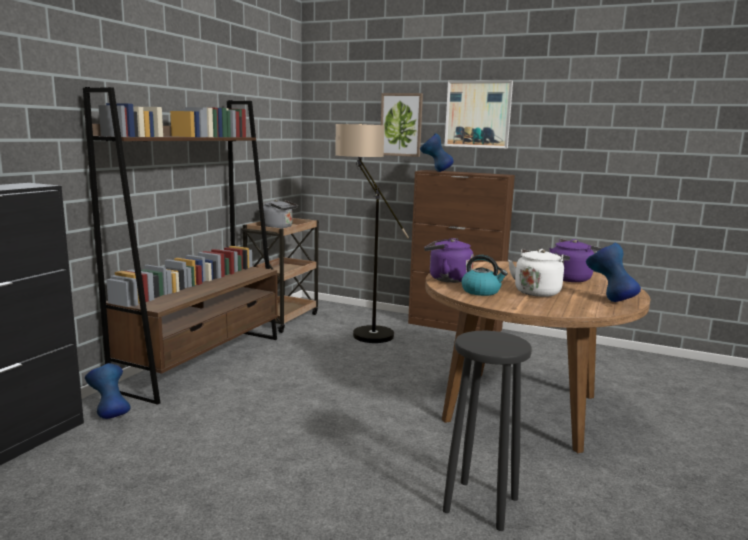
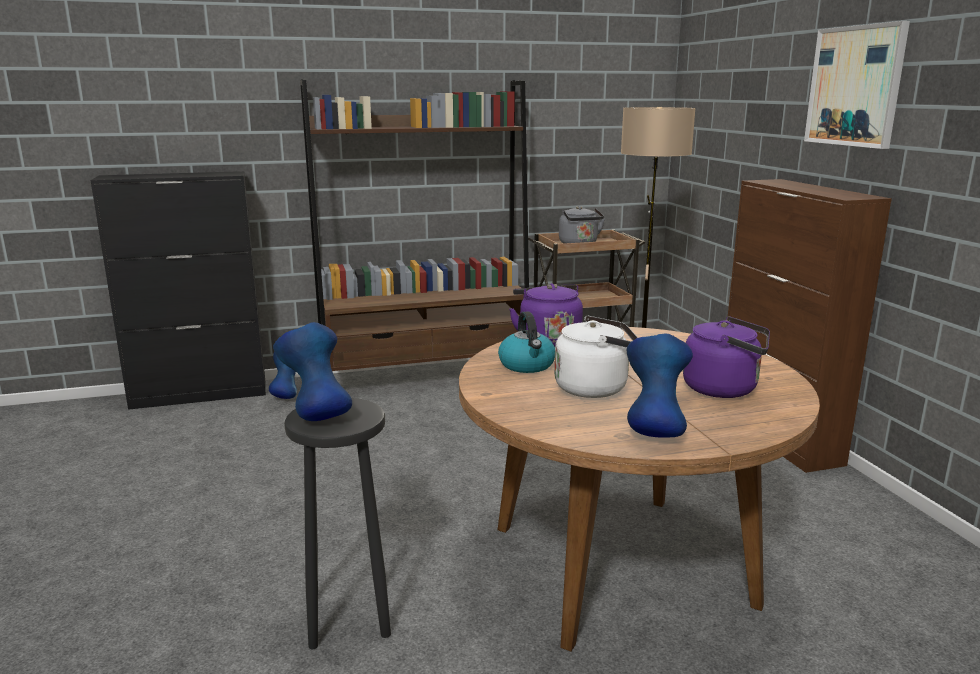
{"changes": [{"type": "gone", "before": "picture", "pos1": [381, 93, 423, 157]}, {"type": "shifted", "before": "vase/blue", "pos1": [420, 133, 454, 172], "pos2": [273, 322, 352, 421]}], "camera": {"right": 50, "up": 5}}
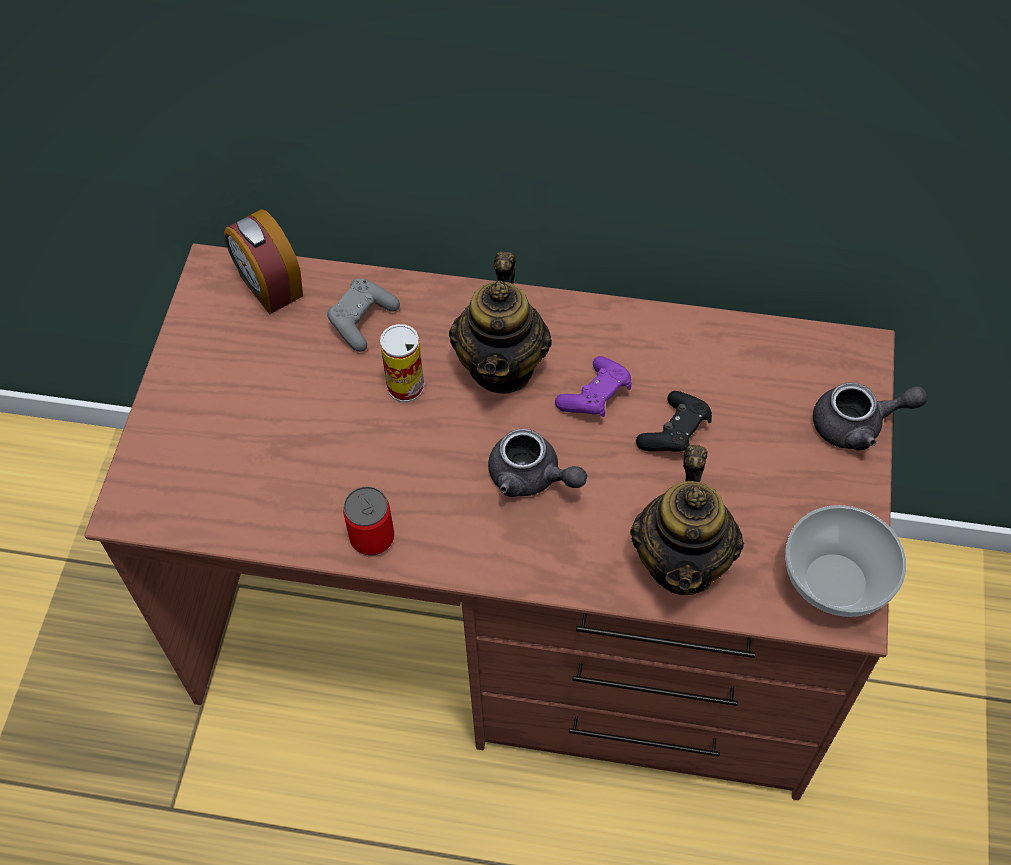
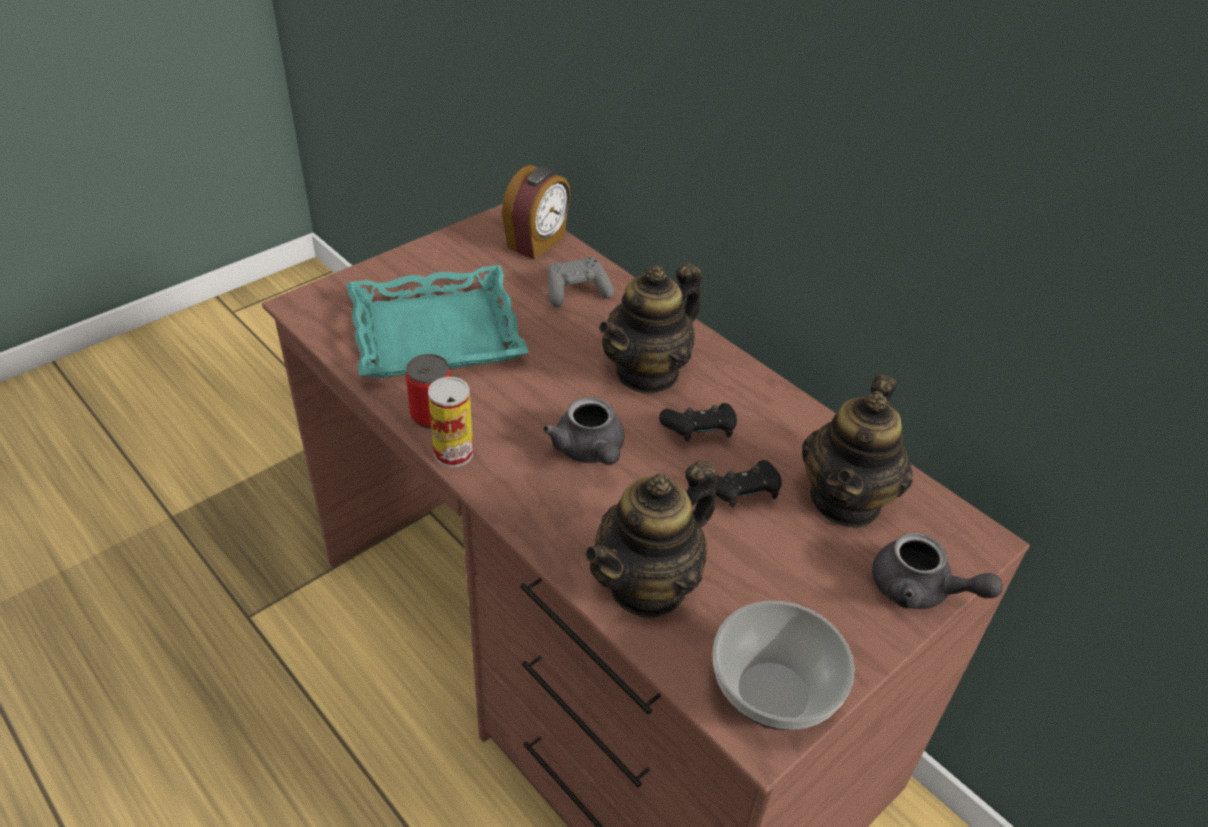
{"changes": [{"type": "new", "after": "tray/turquoise", "pos2": [347, 265, 529, 378]}, {"type": "new", "after": "teapot", "pos2": [802, 375, 913, 528]}, {"type": "shifted", "before": "can", "pos1": [380, 324, 424, 402], "pos2": [428, 377, 473, 467]}, {"type": "repainted", "before": "game controller/purple", "after": "game controller/black", "pos1": [555, 356, 631, 417], "pos2": [659, 403, 737, 442]}, {"type": "rotated", "before": "alarm clock", "pos1": [224, 209, 303, 314], "pos2": [502, 165, 571, 260], "turn": -150}], "camera": {"right": 35, "up": -15}}
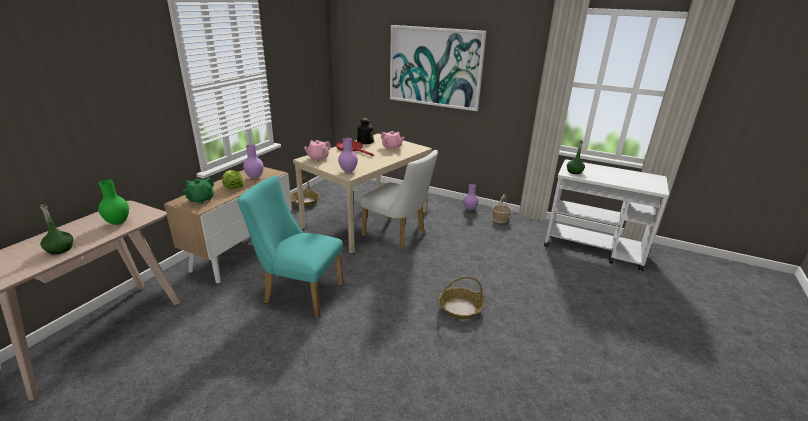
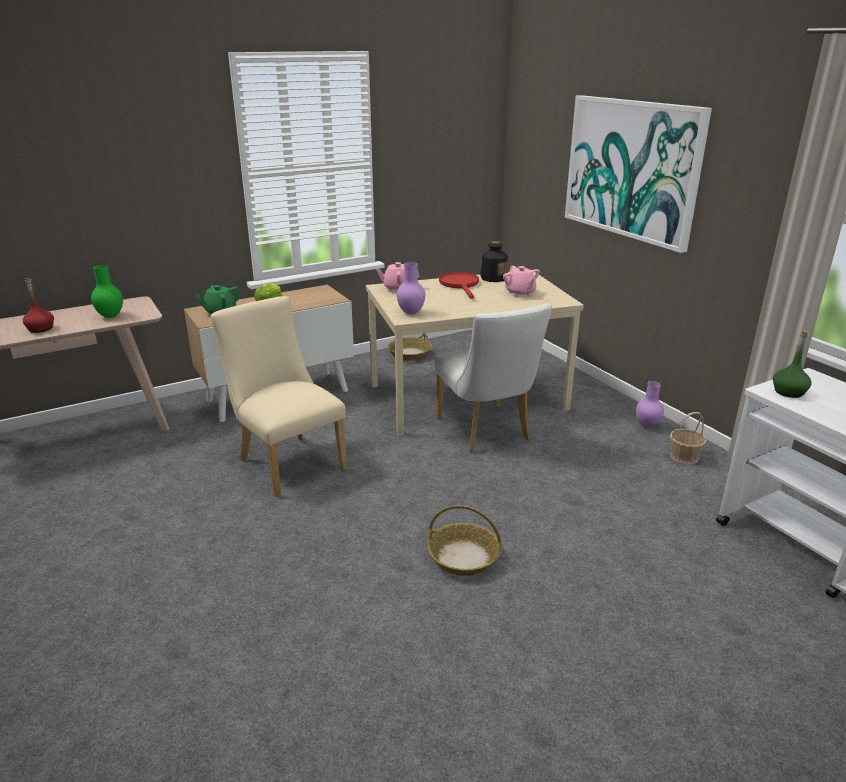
{"changes": [{"type": "gone", "before": "vase/purple", "pos1": [243, 144, 264, 179]}, {"type": "repainted", "before": "bottle/green", "after": "bottle/red", "pos1": [40, 205, 73, 254], "pos2": [23, 278, 54, 333]}, {"type": "repainted", "before": "chair/turquoise", "after": "chair/beige", "pos1": [238, 176, 343, 318], "pos2": [211, 296, 347, 497]}], "camera": {"right": 35, "up": 0}}
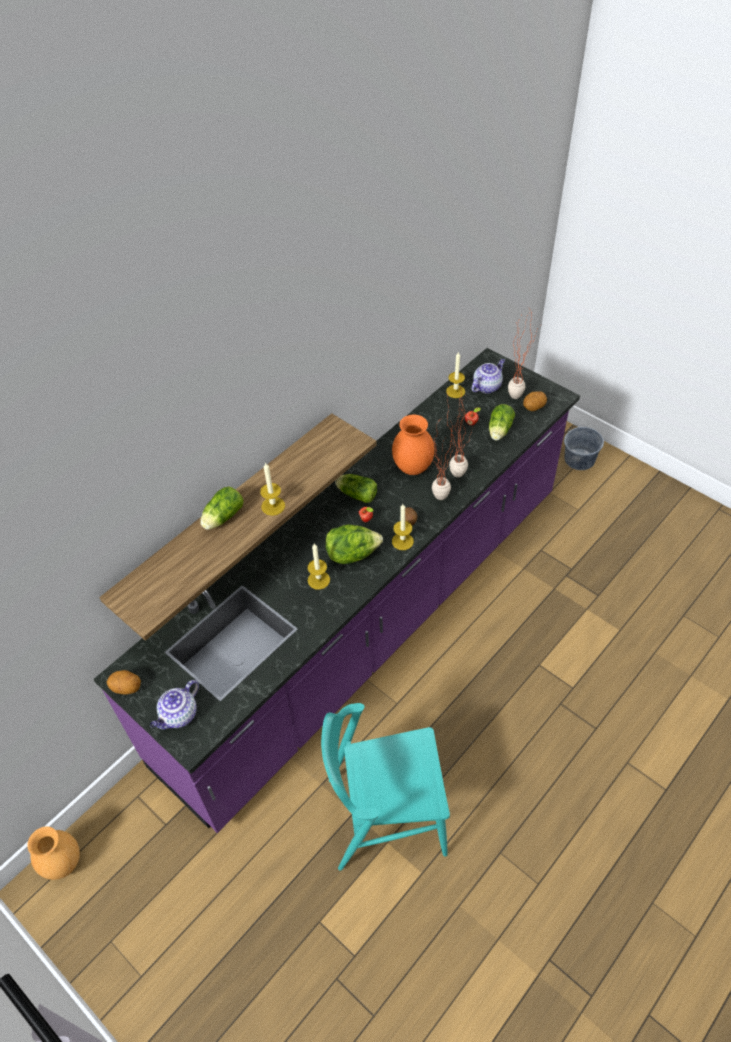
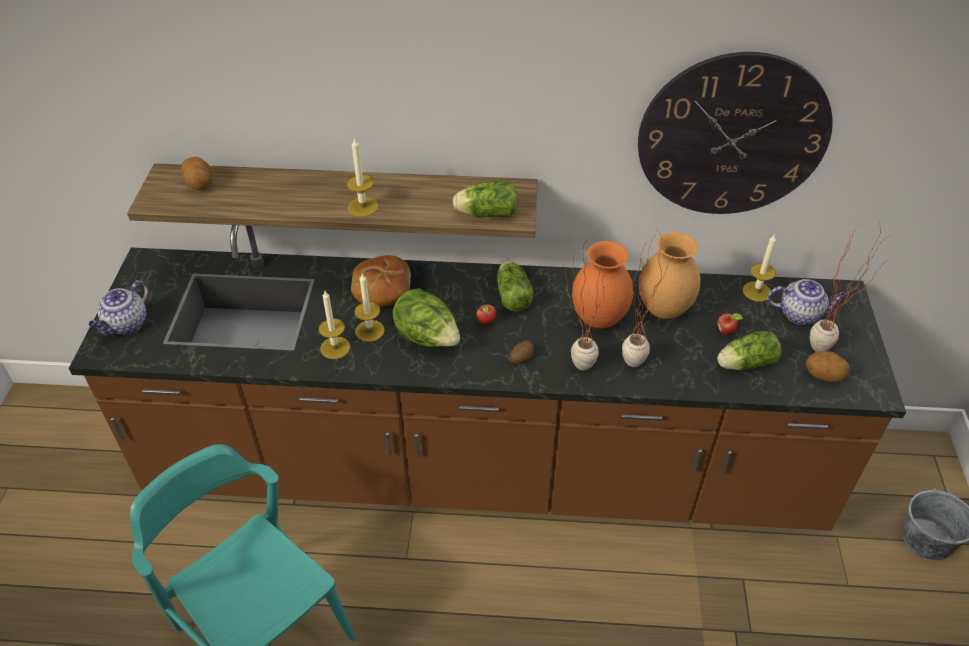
{"changes": [{"type": "new", "after": "bread", "pos2": [351, 255, 411, 308]}, {"type": "new", "after": "wall clock", "pos2": [638, 52, 833, 214]}, {"type": "shifted", "before": "vase/brown", "pos1": [27, 826, 80, 880], "pos2": [639, 232, 700, 319]}, {"type": "shifted", "before": "potato", "pos1": [107, 670, 141, 695], "pos2": [181, 157, 212, 190]}, {"type": "shifted", "before": "lettuce", "pos1": [200, 487, 244, 530], "pos2": [453, 181, 518, 218]}, {"type": "shifted", "before": "candle", "pos1": [392, 504, 414, 550], "pos2": [318, 291, 350, 359]}, {"type": "repainted", "before": "counter/purple", "after": "counter/brown", "pos1": [93, 348, 580, 833], "pos2": [69, 225, 906, 531]}, {"type": "rotated", "before": "teapot", "pos1": [150, 680, 199, 730], "pos2": [89, 280, 149, 335], "turn": -60}], "camera": {"right": 50, "up": -5}}
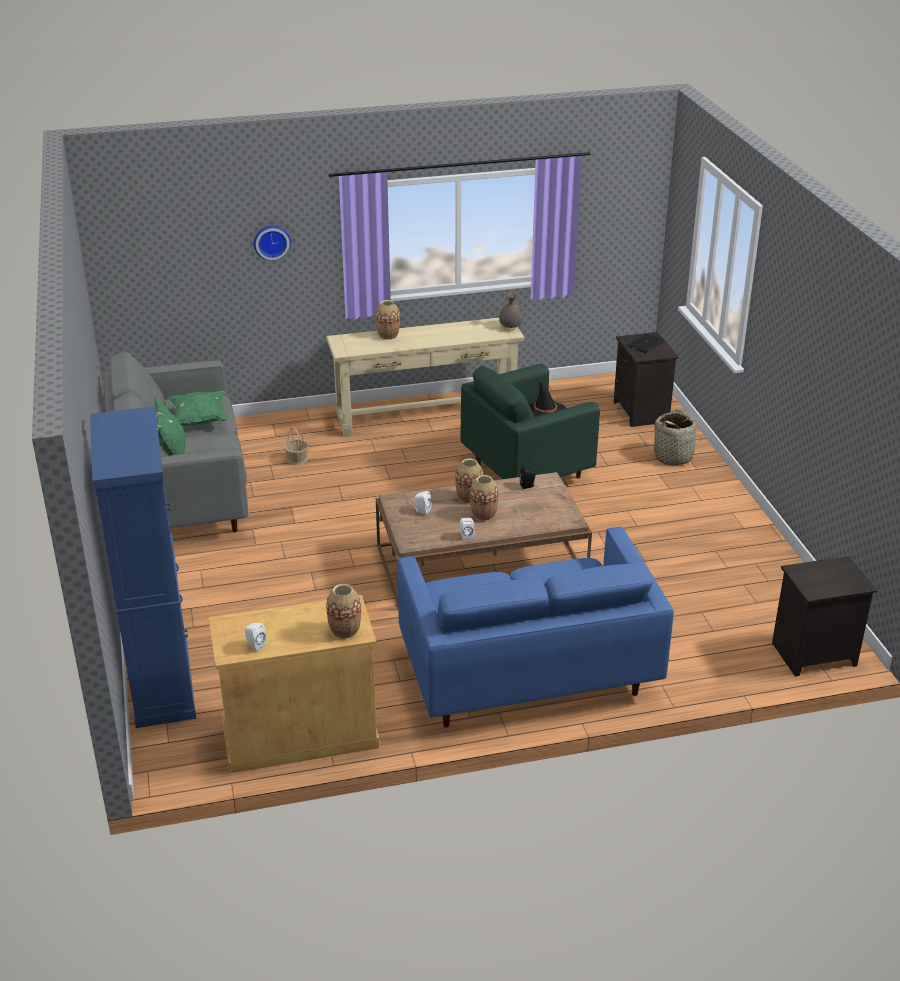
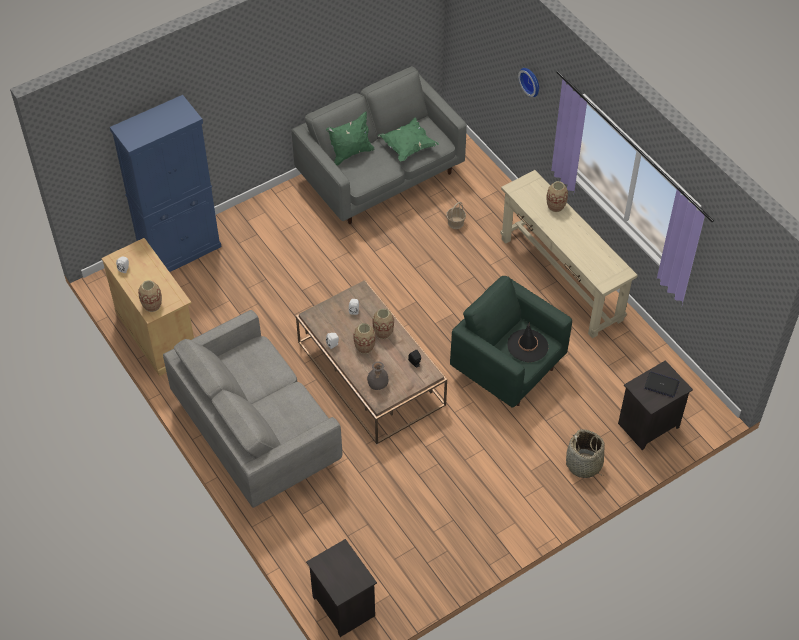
{"changes": [{"type": "shifted", "before": "vase/grey", "pos1": [499, 292, 523, 328], "pos2": [367, 361, 388, 390]}, {"type": "repainted", "before": "sofa/blue", "after": "sofa/grey", "pos1": [397, 527, 674, 728], "pos2": [163, 310, 342, 508]}], "camera": {"right": 70, "up": 20}}
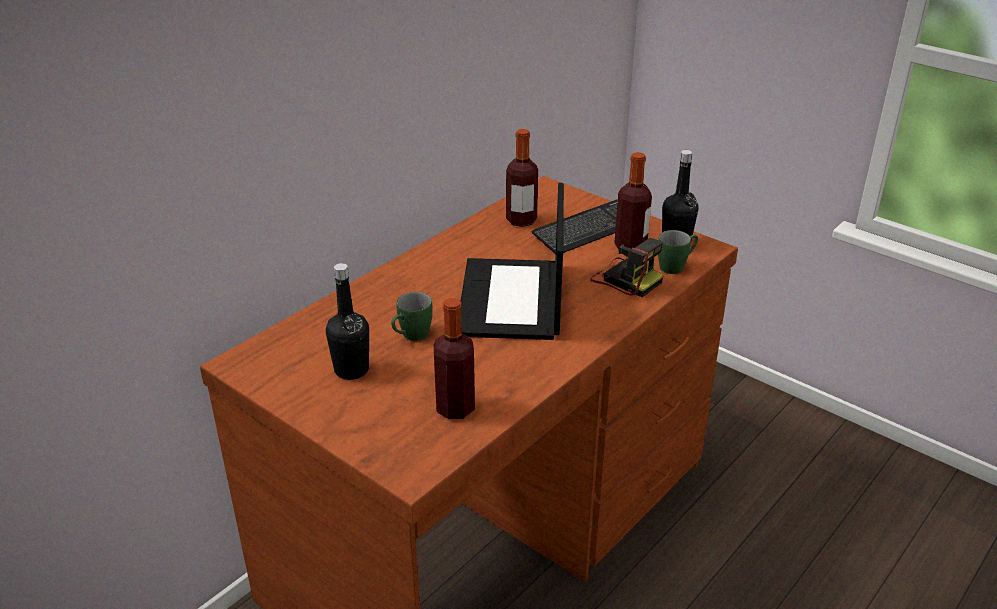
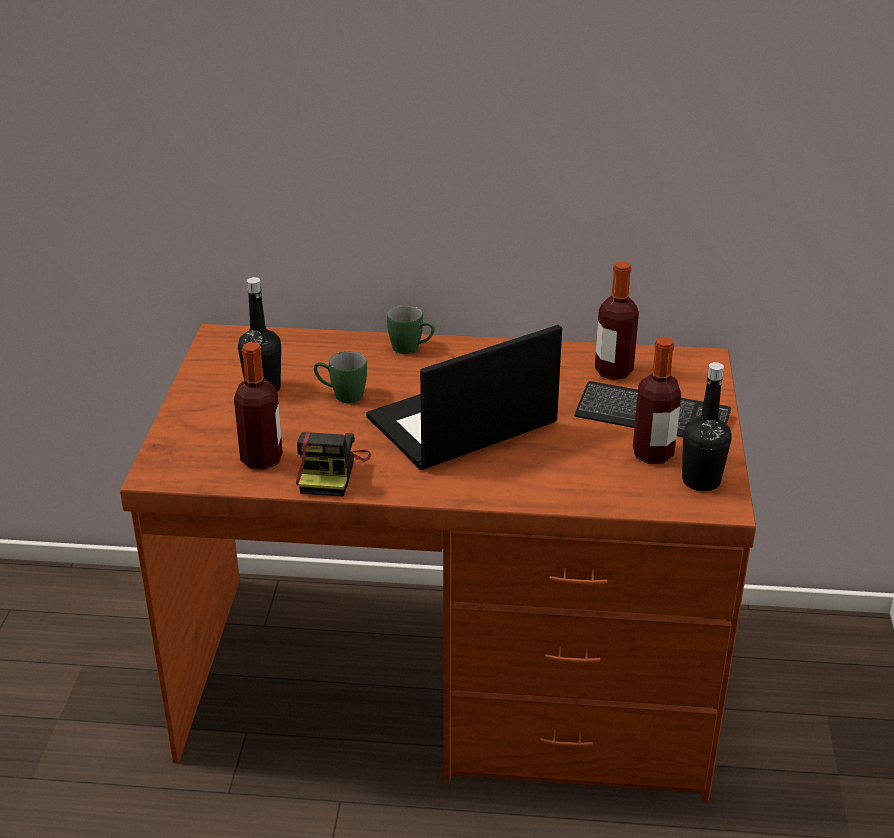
{"changes": [{"type": "shifted", "before": "photo camera", "pos1": [590, 238, 664, 297], "pos2": [296, 432, 371, 497]}, {"type": "shifted", "before": "mug/green", "pos1": [658, 230, 698, 274], "pos2": [387, 305, 435, 354]}], "camera": {"right": 55, "up": 0}}
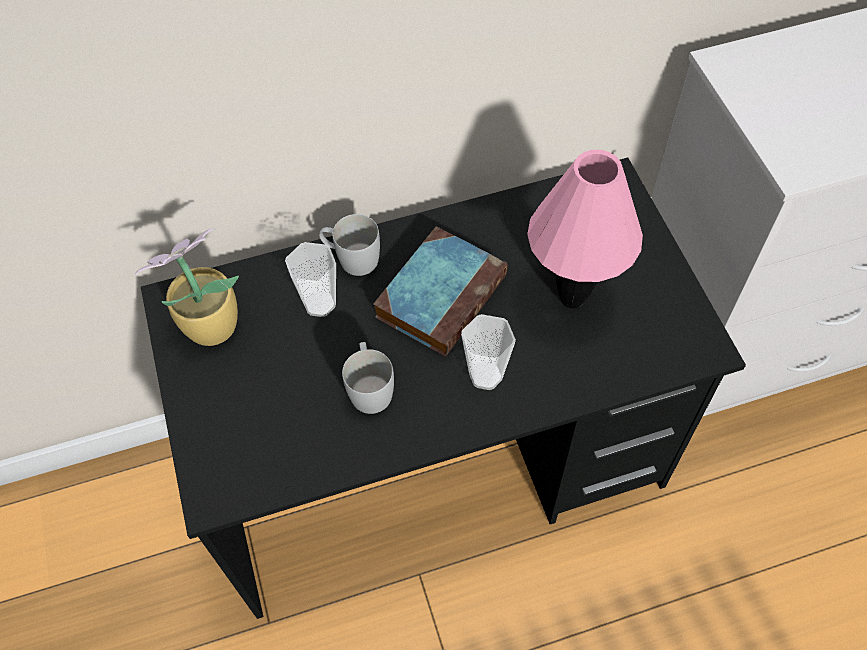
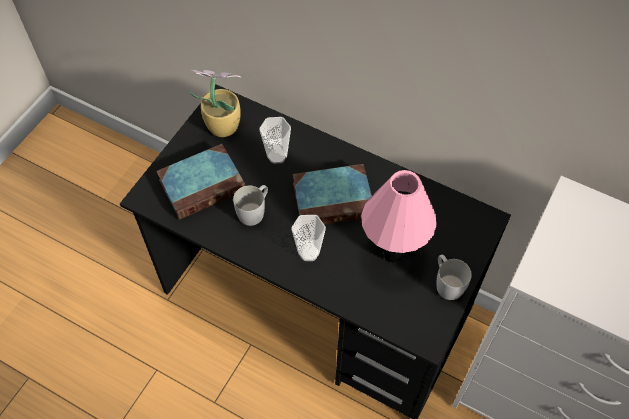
{"changes": [{"type": "new", "after": "book", "pos2": [156, 144, 245, 220]}, {"type": "shifted", "before": "mug/white", "pos1": [319, 214, 380, 276], "pos2": [437, 255, 472, 300]}], "camera": {"right": 45, "up": 0}}
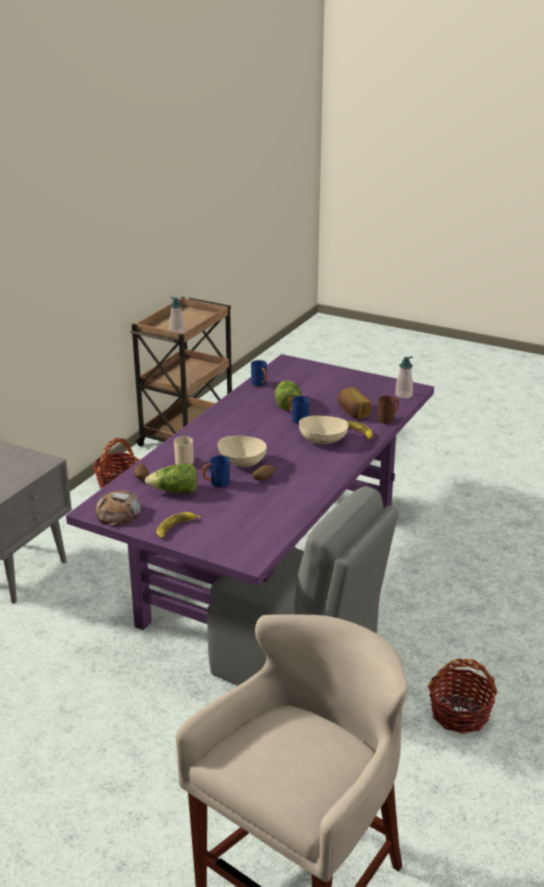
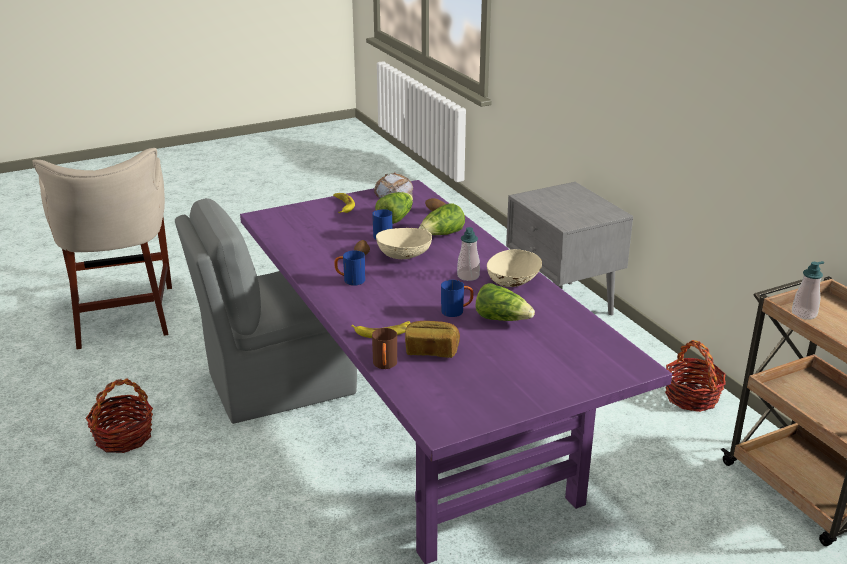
{"changes": [{"type": "shifted", "before": "mug/blue", "pos1": [251, 360, 267, 386], "pos2": [334, 251, 365, 286]}, {"type": "shifted", "before": "bowl/beige", "pos1": [299, 415, 349, 444], "pos2": [487, 249, 542, 287]}, {"type": "shifted", "before": "soap dispenser", "pos1": [395, 356, 413, 399], "pos2": [457, 227, 480, 281]}, {"type": "swapped", "before": "mug/beige", "after": "lettuce", "pos1": [174, 436, 194, 464], "pos2": [419, 203, 465, 235]}], "camera": {"right": 125, "up": 0}}
